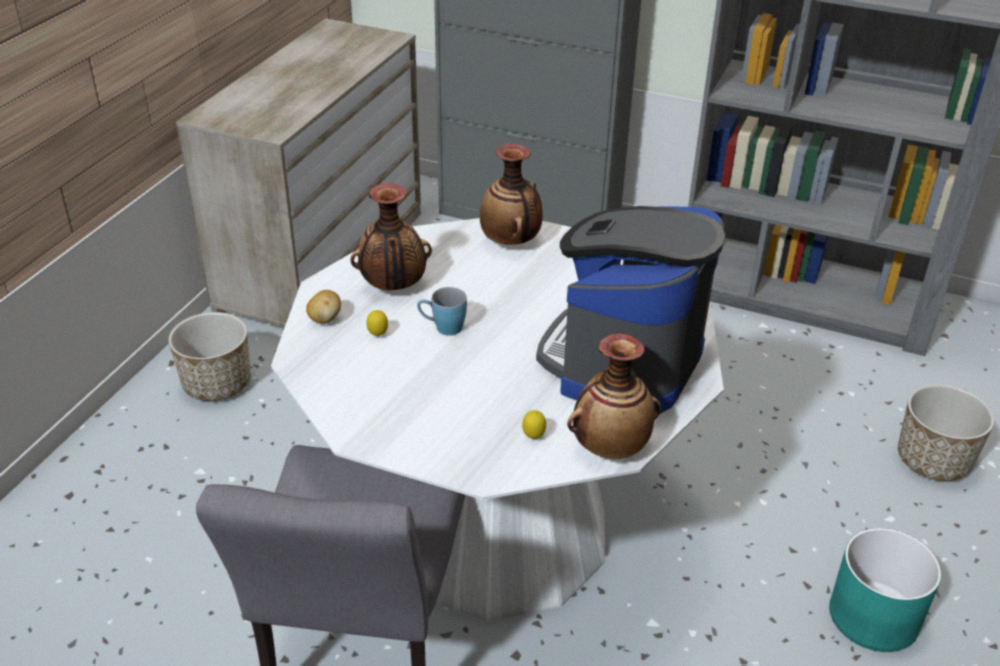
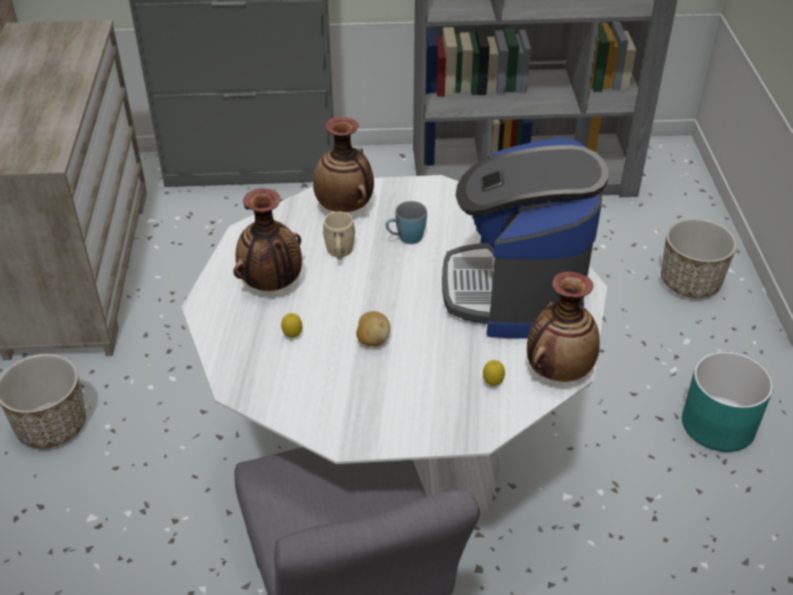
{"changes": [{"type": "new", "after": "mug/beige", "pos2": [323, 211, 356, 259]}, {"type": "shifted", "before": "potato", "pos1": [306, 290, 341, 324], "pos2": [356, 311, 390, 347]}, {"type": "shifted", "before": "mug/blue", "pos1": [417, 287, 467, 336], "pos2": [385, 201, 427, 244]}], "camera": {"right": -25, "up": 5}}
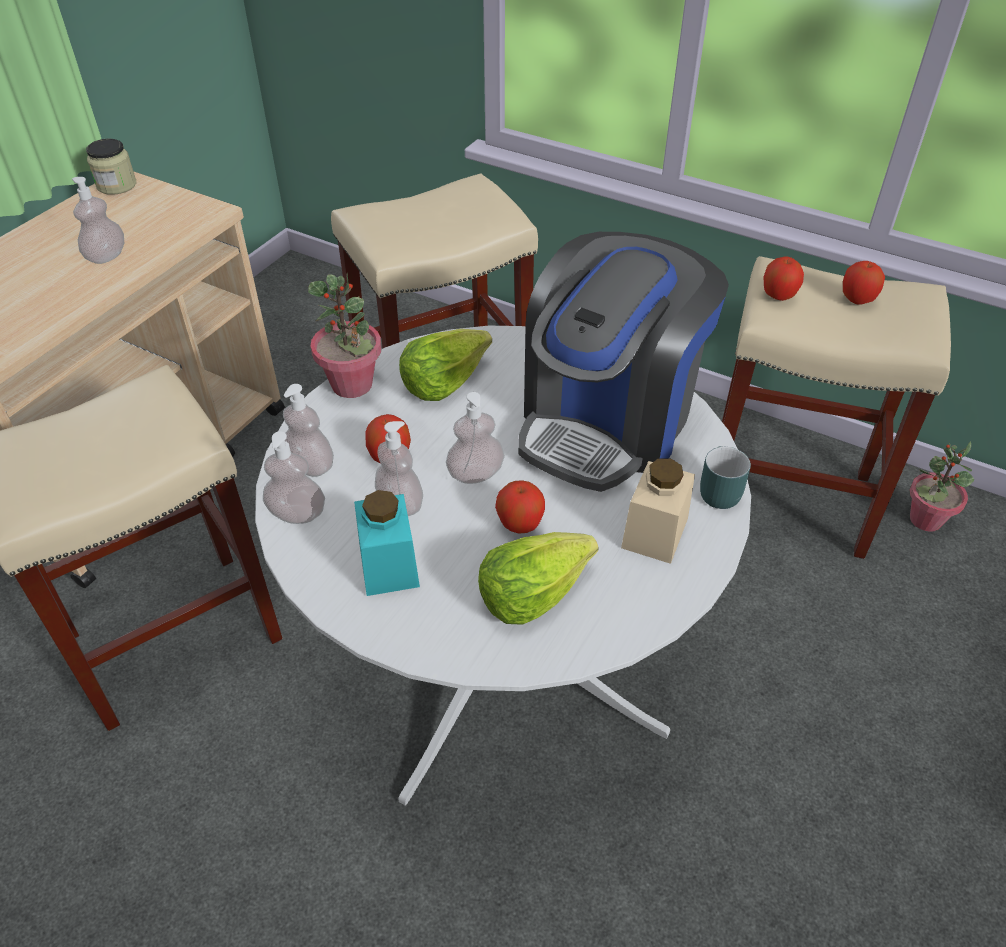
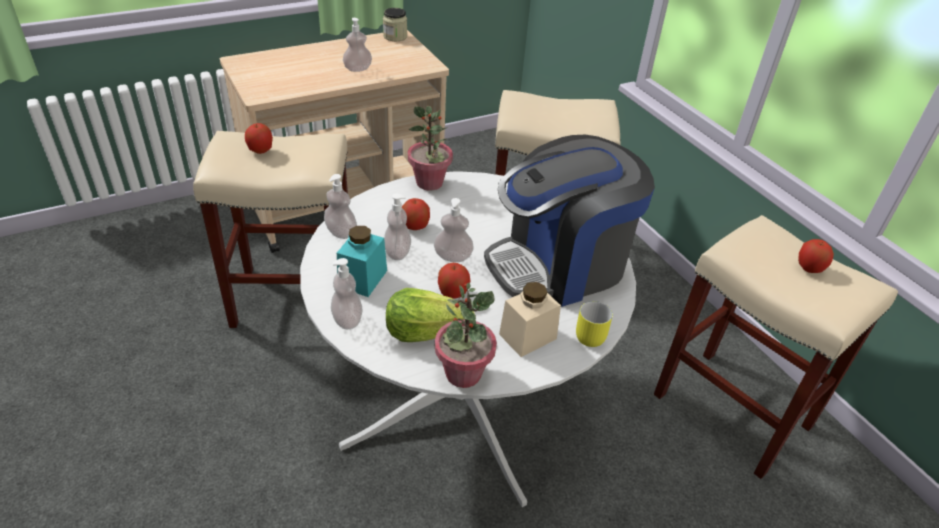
{"changes": [{"type": "gone", "before": "lettuce", "pos1": [399, 329, 492, 401]}, {"type": "shifted", "before": "soap dispenser", "pos1": [283, 384, 334, 477], "pos2": [331, 258, 363, 329]}, {"type": "shifted", "before": "apple", "pos1": [763, 256, 804, 301], "pos2": [245, 123, 273, 154]}, {"type": "shifted", "before": "potted plant", "pos1": [909, 441, 974, 532], "pos2": [435, 282, 497, 388]}, {"type": "repainted", "before": "mug/turquoise", "after": "mug/yellow", "pos1": [700, 446, 751, 509], "pos2": [576, 301, 613, 347]}], "camera": {"right": 30, "up": -5}}
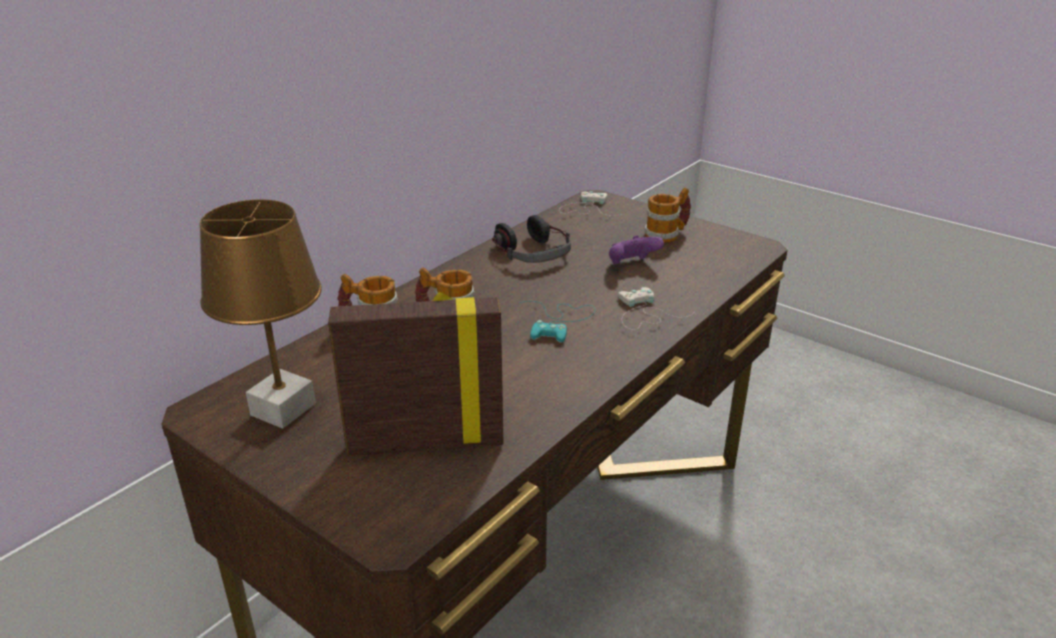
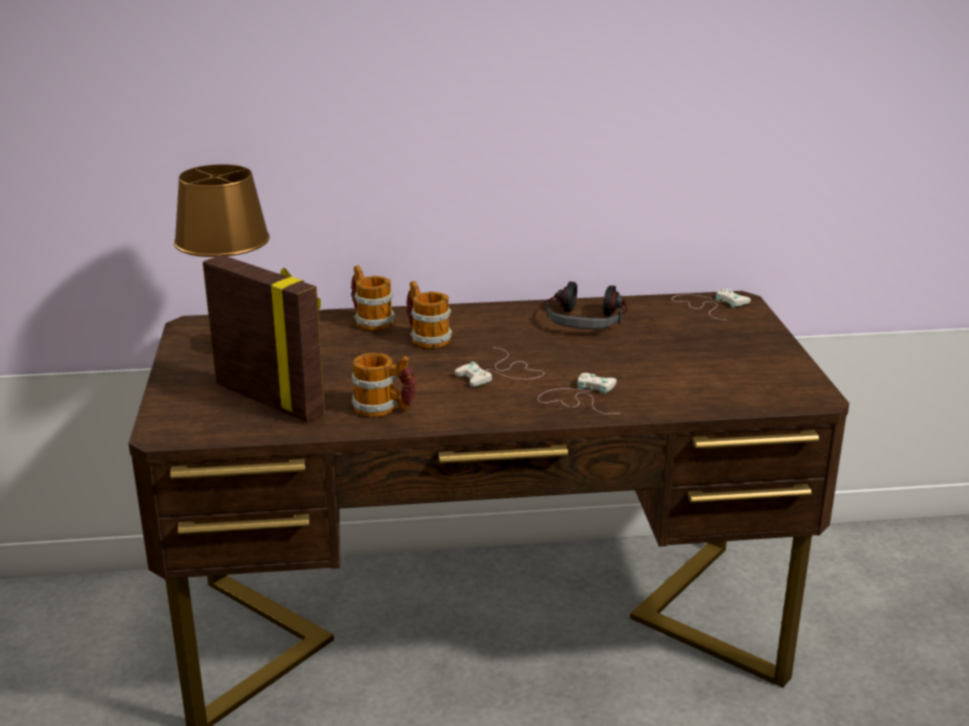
{"changes": [{"type": "gone", "before": "game controller/purple", "pos1": [609, 236, 664, 264]}, {"type": "shifted", "before": "mug", "pos1": [645, 188, 691, 243], "pos2": [352, 353, 416, 417]}, {"type": "repainted", "before": "game controller/turquoise", "after": "game controller/white", "pos1": [519, 301, 595, 343], "pos2": [455, 347, 544, 387]}], "camera": {"right": 45, "up": -5}}
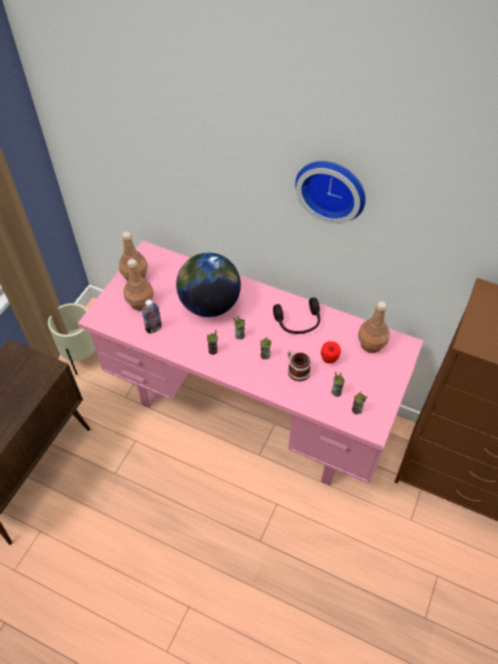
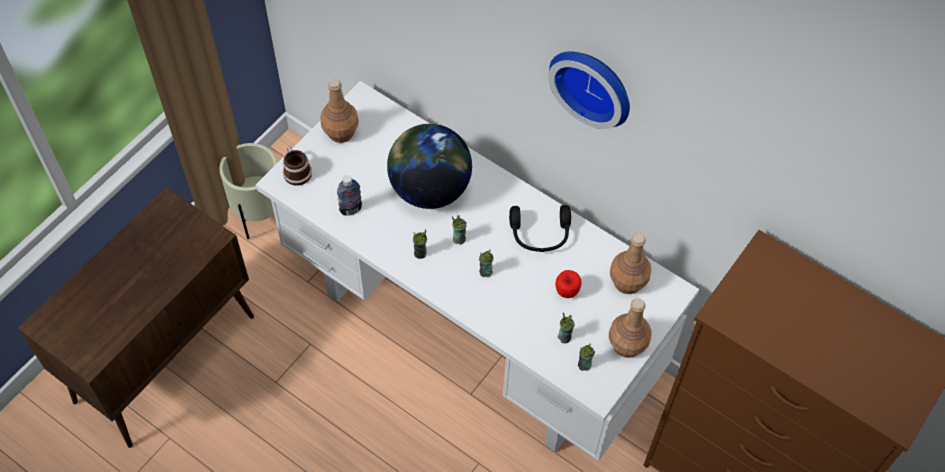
{"changes": [{"type": "shifted", "before": "bottle/brown", "pos1": [124, 259, 154, 311], "pos2": [609, 298, 651, 358]}, {"type": "shifted", "before": "mug", "pos1": [287, 350, 311, 381], "pos2": [283, 146, 312, 186]}, {"type": "repainted", "before": "desk/pink", "after": "desk/white", "pos1": [78, 240, 424, 485], "pos2": [256, 81, 699, 461]}], "camera": {"right": 10, "up": 5}}
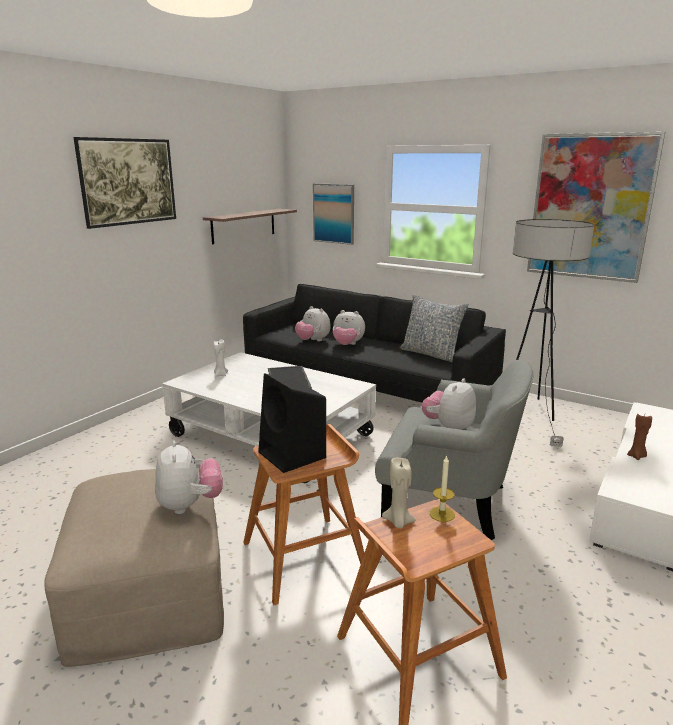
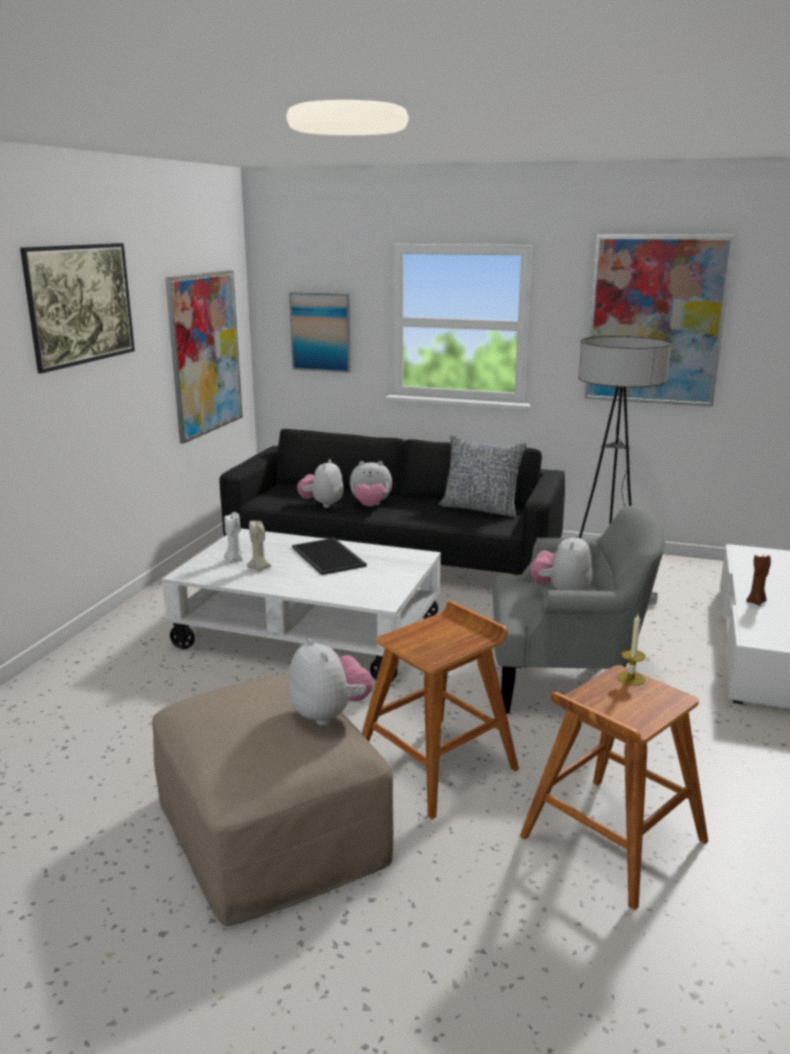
{"changes": [{"type": "gone", "before": "speaker/black", "pos1": [258, 373, 326, 473]}, {"type": "shifted", "before": "candle/beige", "pos1": [382, 458, 416, 528], "pos2": [247, 521, 271, 571]}, {"type": "swapped", "before": "shelf", "after": "picture", "pos1": [203, 209, 297, 244], "pos2": [165, 270, 243, 444]}, {"type": "rotated", "before": "plush toy", "pos1": [295, 306, 331, 341], "pos2": [297, 459, 343, 508], "turn": 75}], "camera": {"right": -15, "up": 0}}
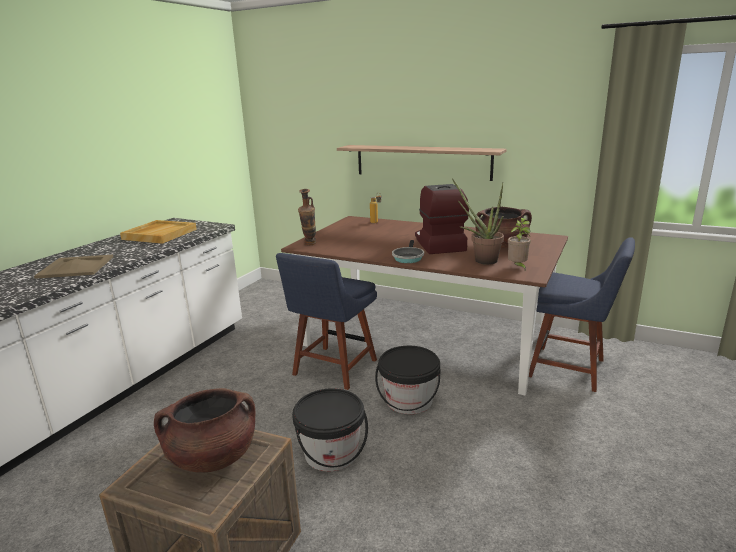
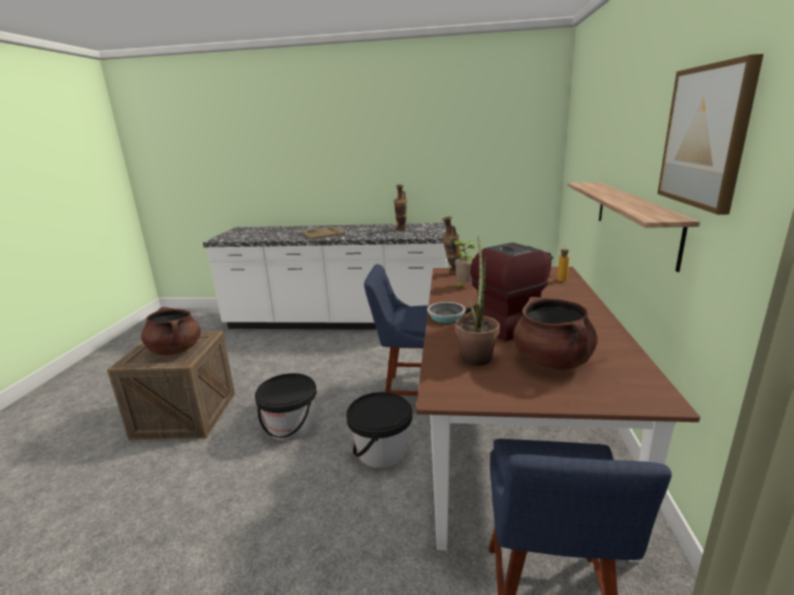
{"changes": [{"type": "new", "after": "picture", "pos2": [658, 54, 764, 215]}, {"type": "shifted", "before": "potted plant", "pos1": [508, 218, 531, 270], "pos2": [454, 240, 475, 289]}, {"type": "swapped", "before": "tray/beige", "after": "vase", "pos1": [120, 220, 197, 244], "pos2": [394, 185, 407, 230]}], "camera": {"right": 70, "up": 0}}
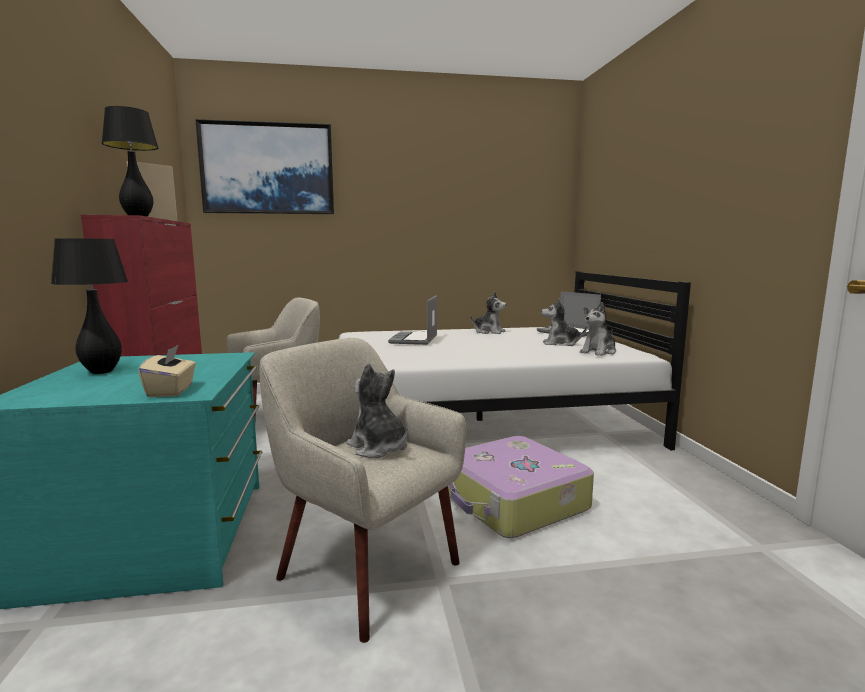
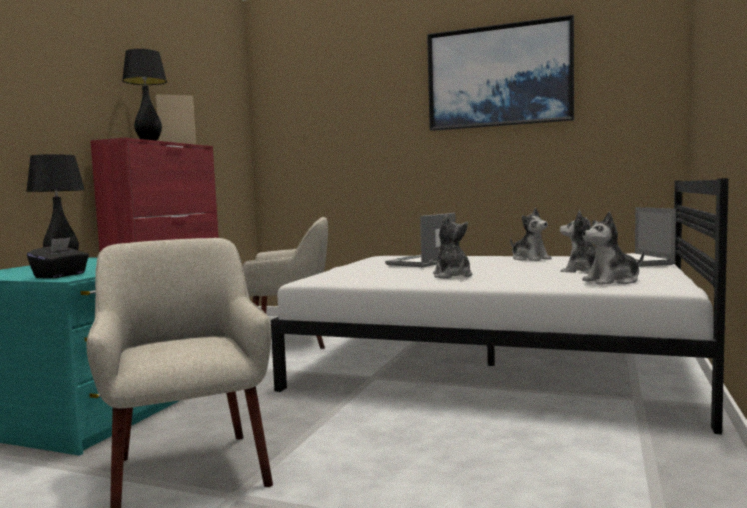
{"changes": [{"type": "gone", "before": "suitcase", "pos1": [448, 436, 594, 538]}, {"type": "shifted", "before": "picture", "pos1": [195, 119, 334, 214], "pos2": [427, 15, 574, 131]}, {"type": "shifted", "before": "plush toy", "pos1": [347, 363, 408, 458], "pos2": [433, 215, 472, 279]}, {"type": "repainted", "before": "tissue box/beige", "after": "tissue box/black", "pos1": [138, 345, 196, 397], "pos2": [27, 237, 89, 278]}], "camera": {"right": 30, "up": -5}}
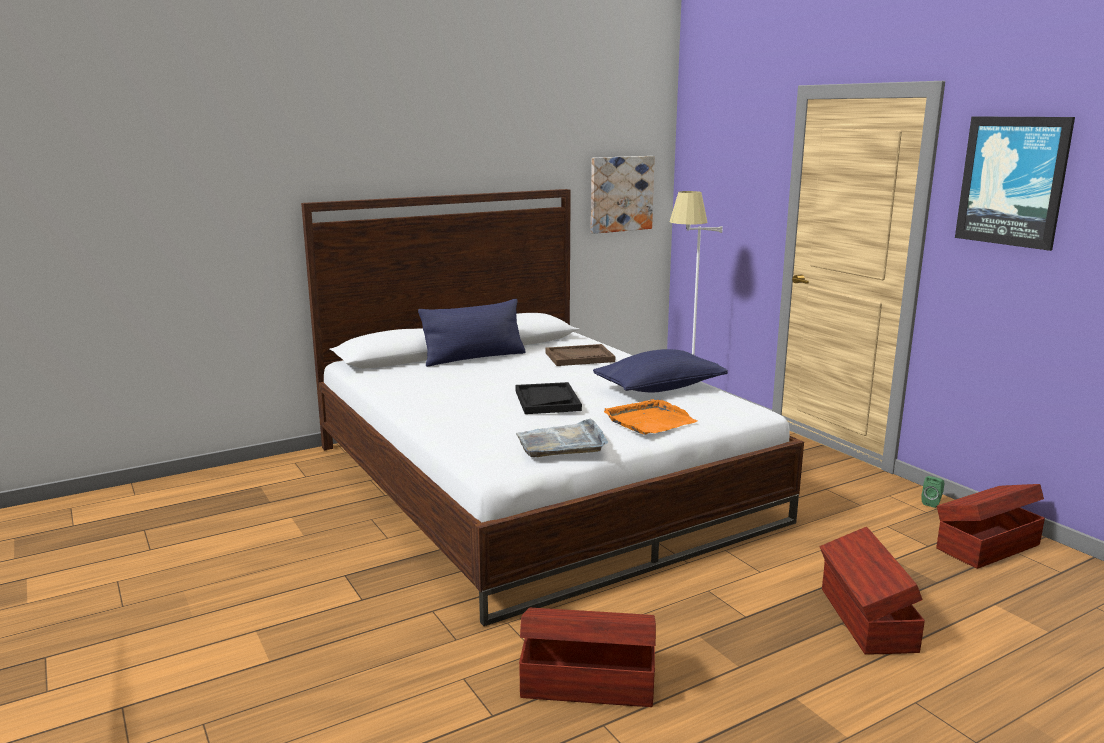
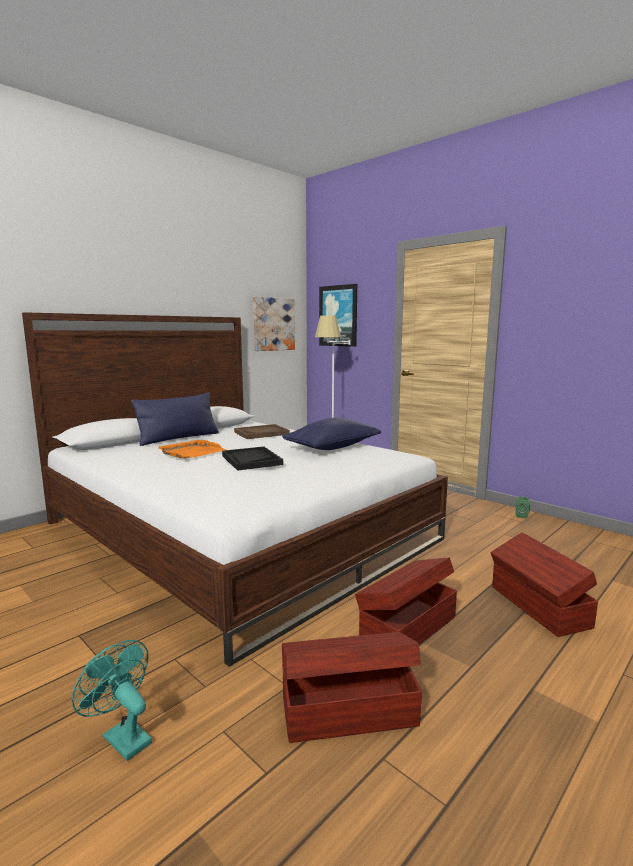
{"changes": [{"type": "gone", "before": "tray/grey", "pos1": [516, 418, 608, 457]}, {"type": "new", "after": "fan/turquoise", "pos2": [72, 640, 152, 761]}, {"type": "shifted", "before": "tray/orange", "pos1": [604, 399, 697, 435], "pos2": [159, 440, 227, 459]}, {"type": "shifted", "before": "storage box/brown", "pos1": [936, 484, 1045, 569], "pos2": [355, 558, 457, 644]}, {"type": "shifted", "before": "picture", "pos1": [955, 116, 1075, 251], "pos2": [319, 284, 357, 347]}], "camera": {"right": -15, "up": -5}}
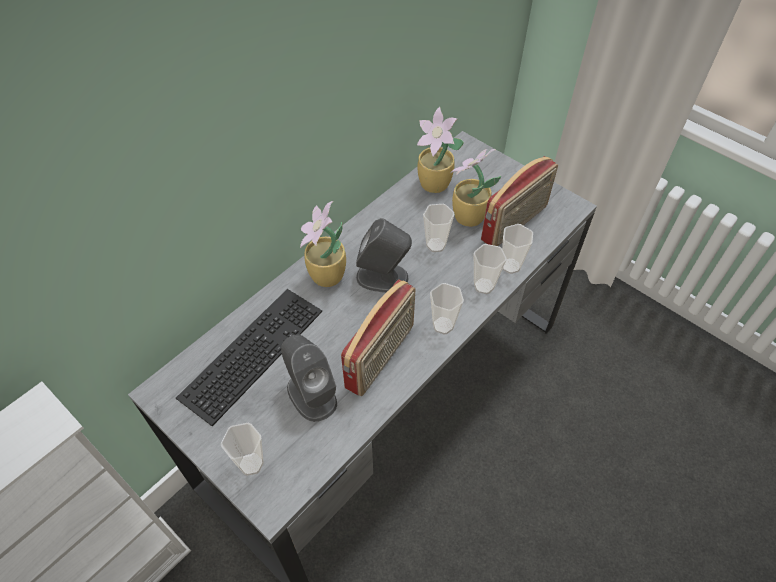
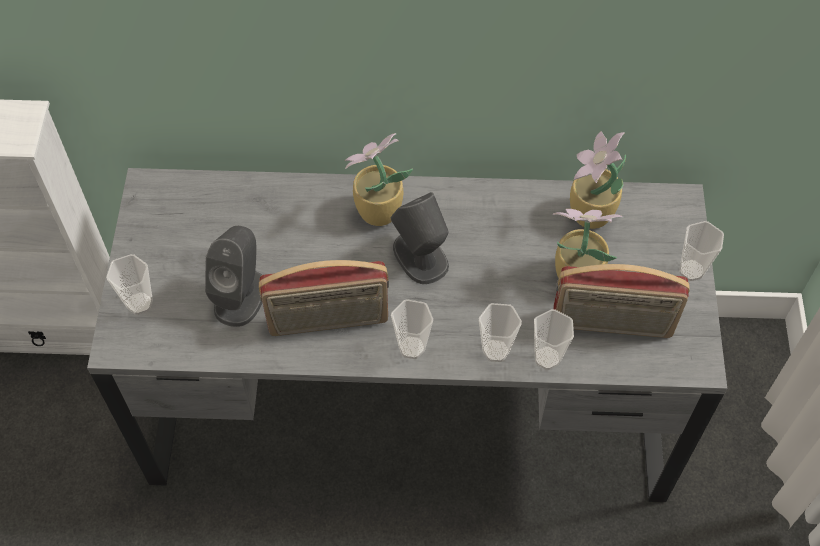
{"changes": [{"type": "gone", "before": "keyboard", "pos1": [176, 289, 322, 426]}, {"type": "shifted", "before": "cup", "pos1": [423, 204, 454, 252], "pos2": [679, 221, 724, 281]}], "camera": {"right": 50, "up": 5}}
